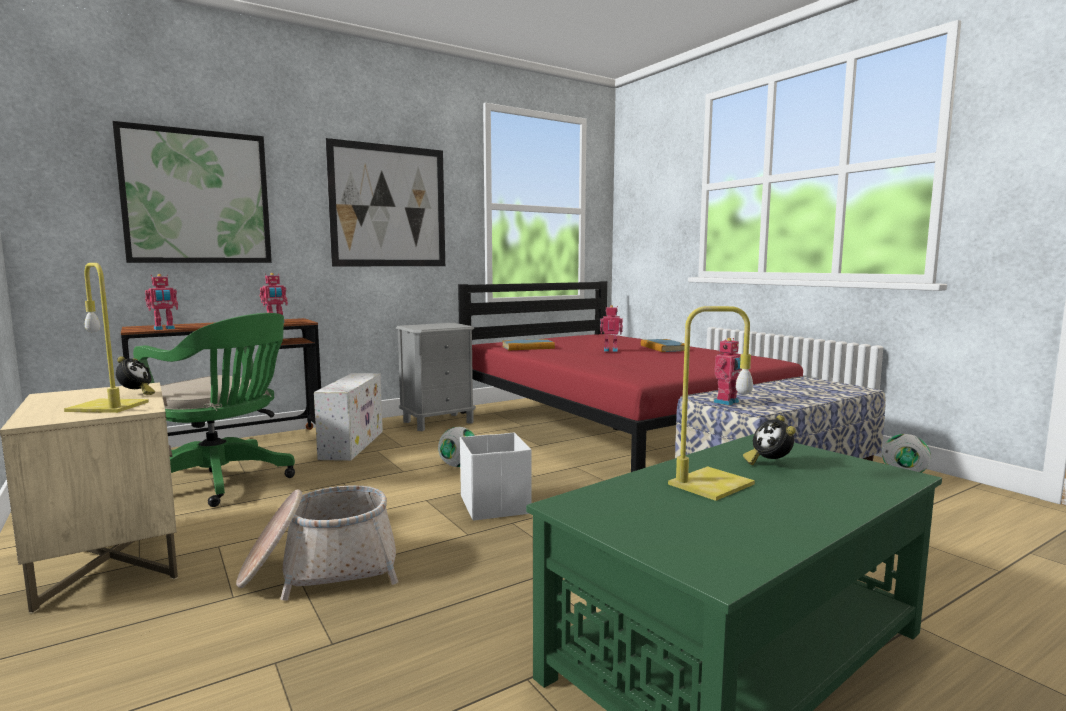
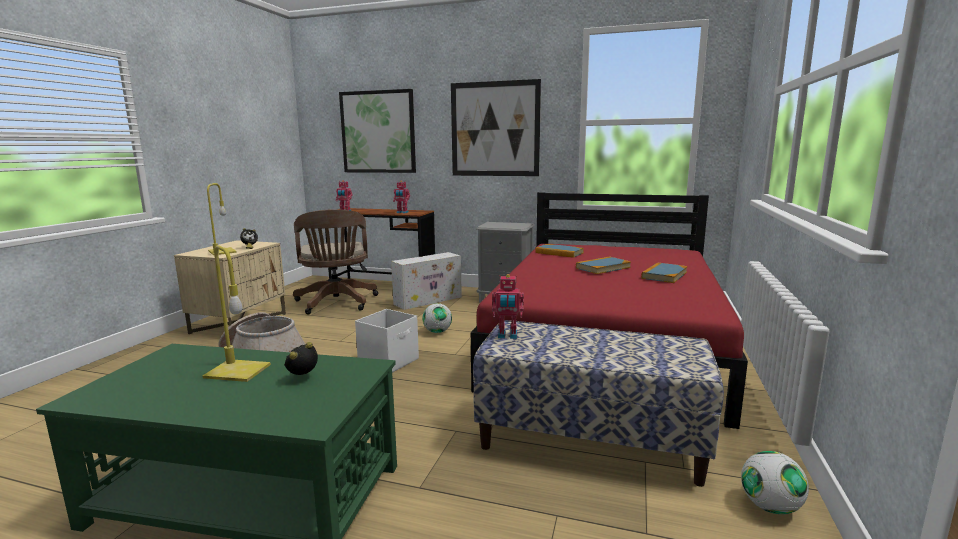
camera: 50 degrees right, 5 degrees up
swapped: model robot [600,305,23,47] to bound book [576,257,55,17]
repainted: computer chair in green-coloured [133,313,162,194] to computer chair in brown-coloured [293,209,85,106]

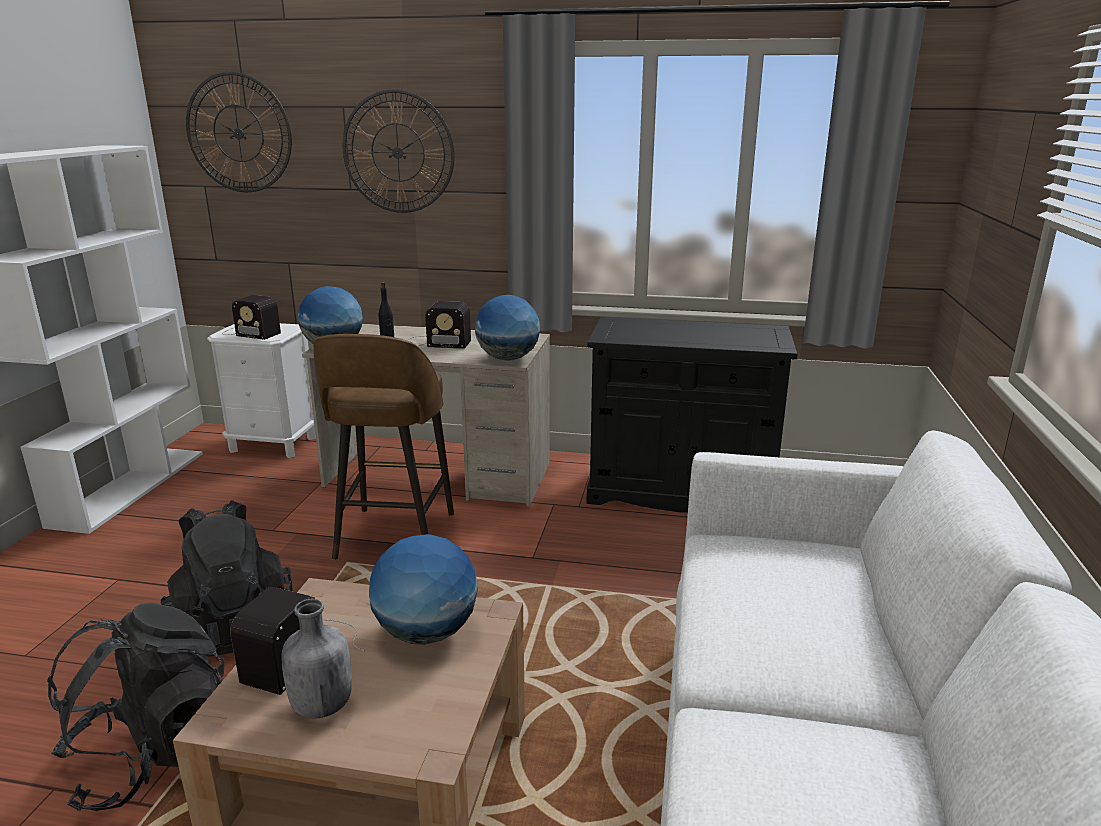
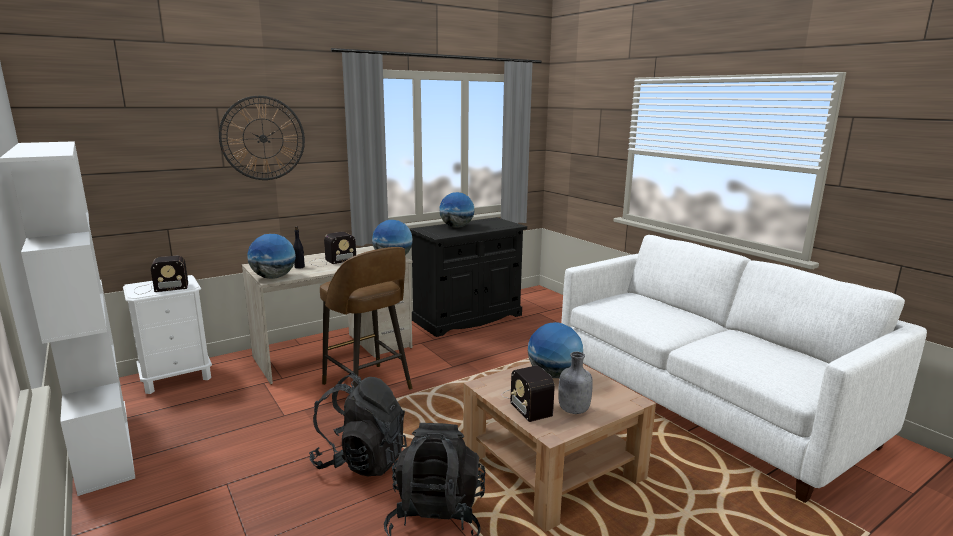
camera: 45 degrees left, 5 degrees down
gone: clock on the wall [186,72,106,120]
new: world globe [439,192,35,36]

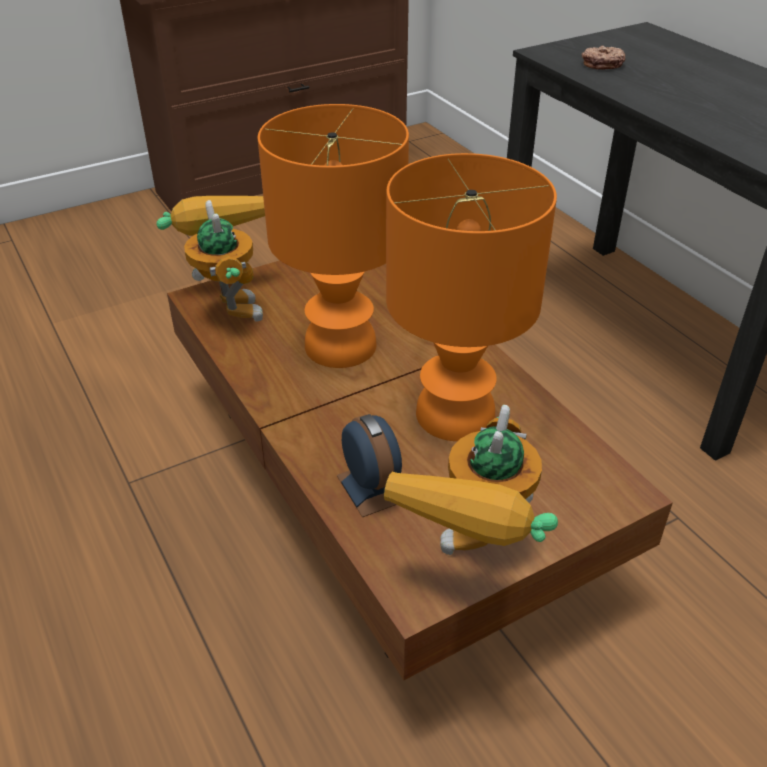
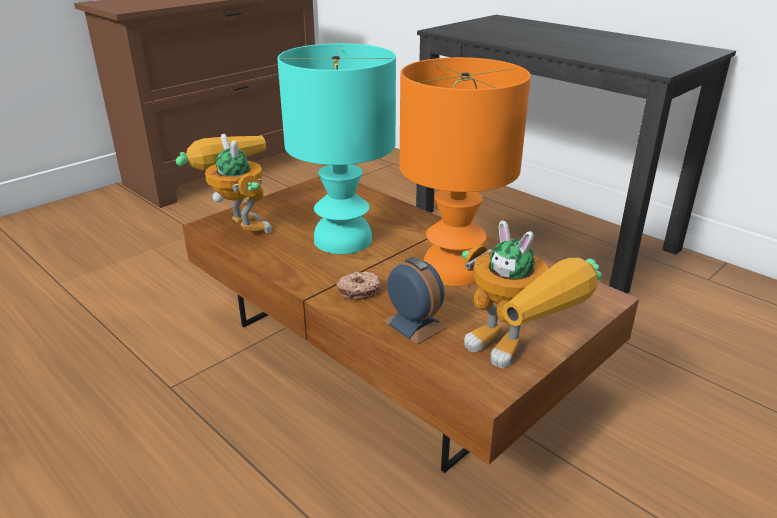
camera: 15 degrees left, 10 degrees down
shifted: doughnut [582,45,43,25] to [336,271,45,29]
repainted: lamp for a table in orangey [258,104,151,264] to lamp for a table in turquoise-coloured [277,43,119,211]
rotated: model robot [384,405,174,150] = [462,221,140,147] 45 degrees counterclockwise

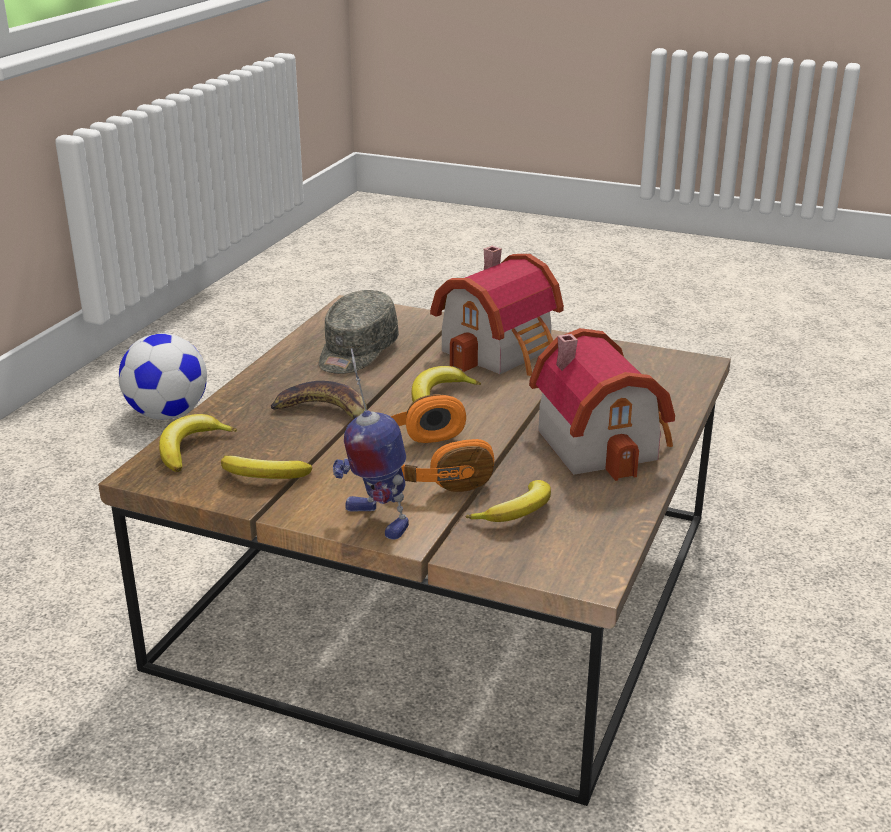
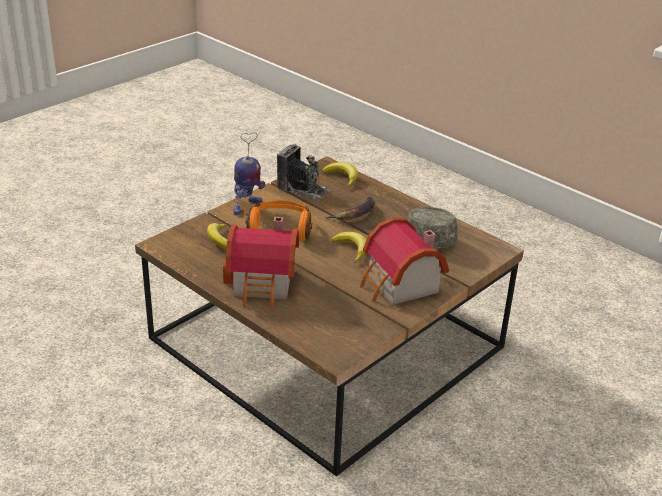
camera: 110 degrees right, 5 degrees up
gone: football ball [119,333,88,87]
swapped: whole banana [221,455,91,24] to still camera [277,144,54,57]
rotated: model robot [333,348,76,192] = [233,133,33,82] 150 degrees clockwise

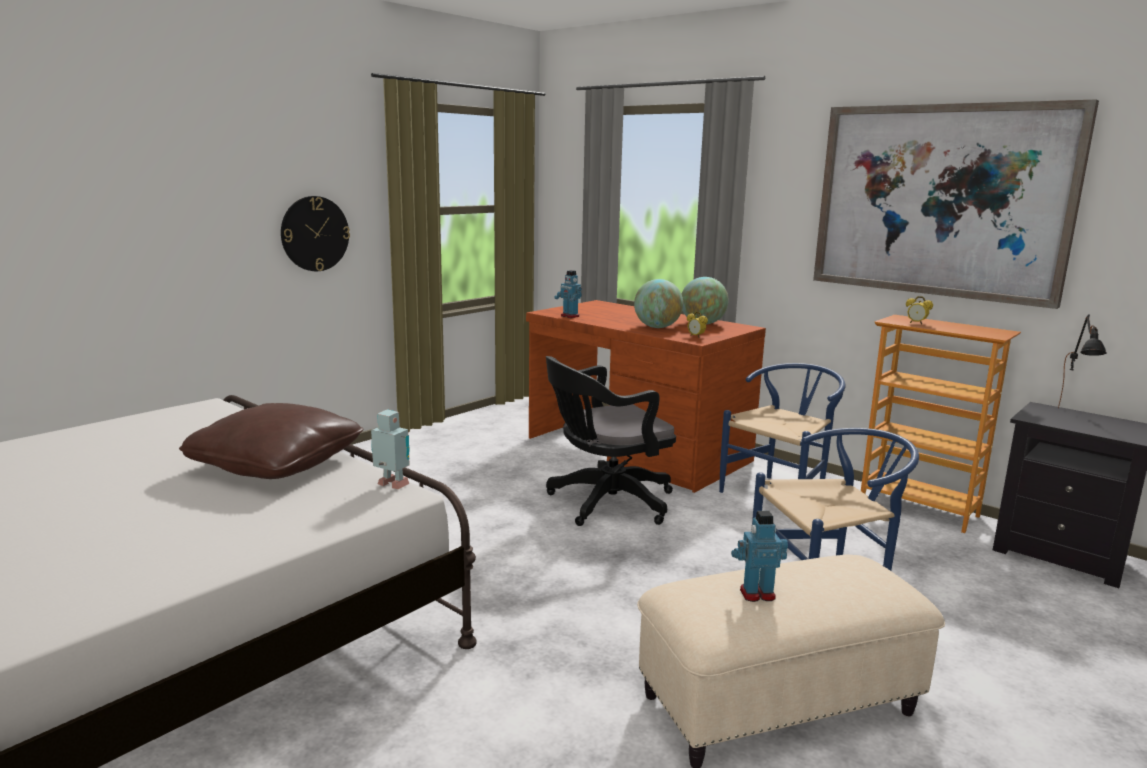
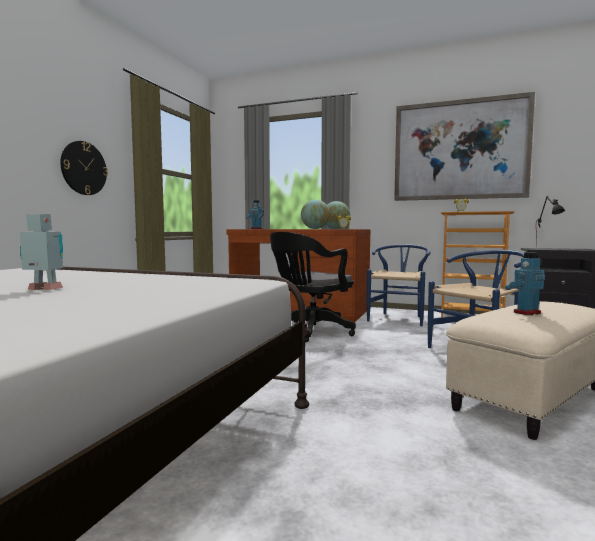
camera: 20 degrees left, 10 degrees down
gone: cushion in brown-coloured [179,403,184,76]
shifted: model robot [371,409,39,80] to [20,214,43,76]

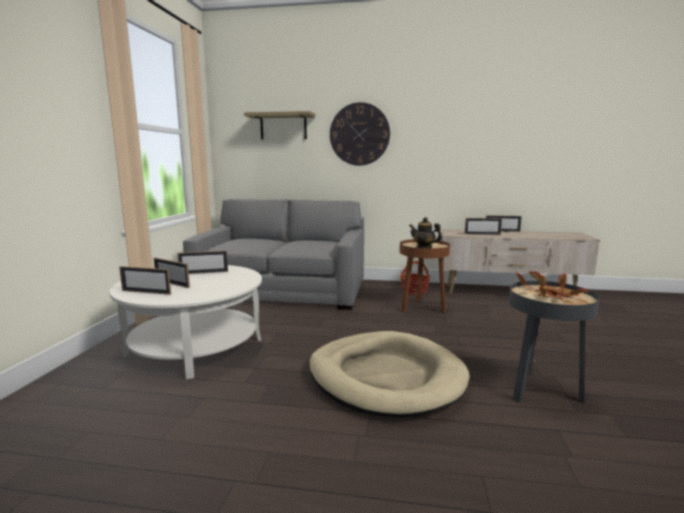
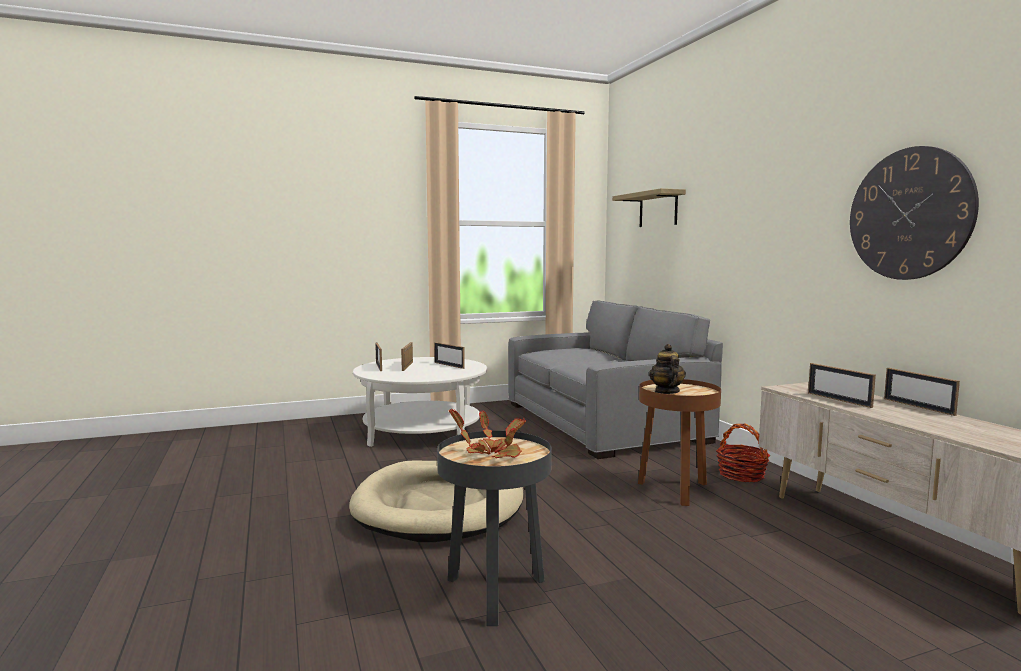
camera: 60 degrees right, 5 degrees down
shifted: clock on the wall [330,102,60,64] to [850,146,129,134]

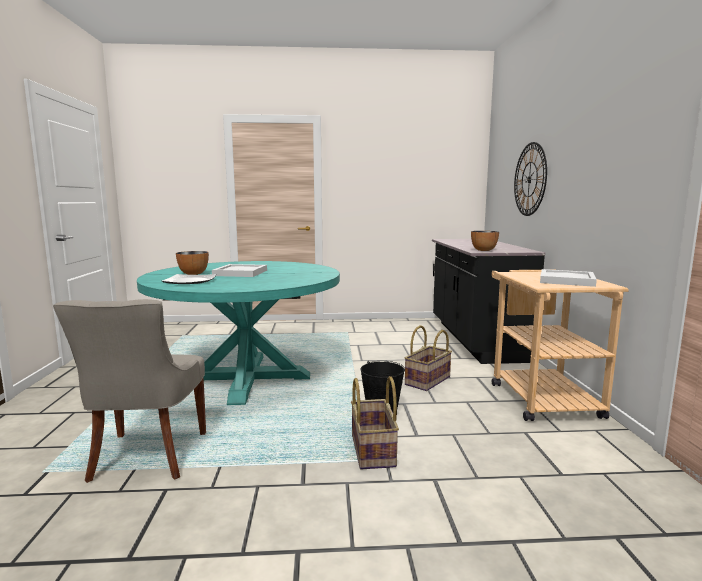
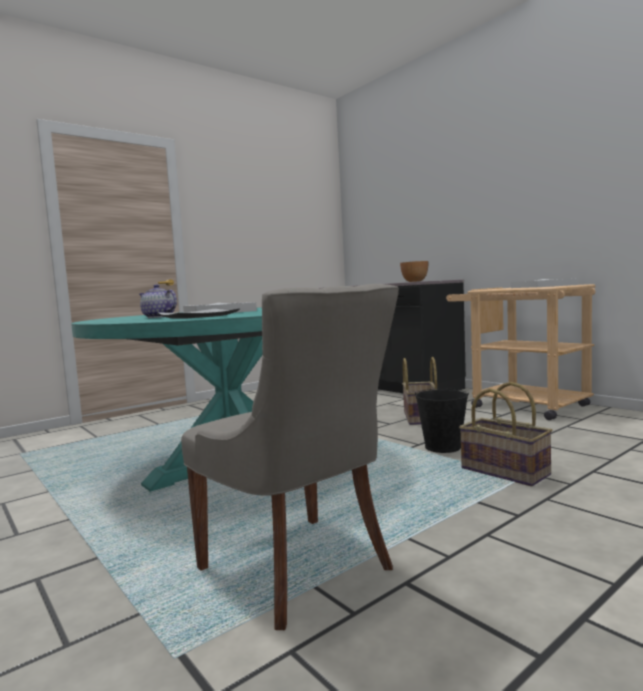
camera: 35 degrees left, 5 degrees down
gone: clock on the wall [514,142,33,74]
swapped: bowl [176,251,33,24] to teapot [139,284,38,34]

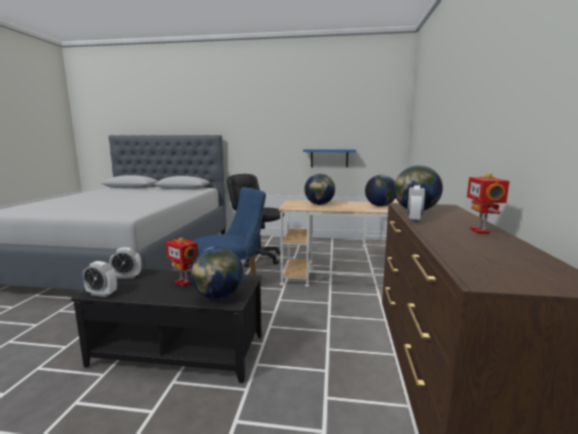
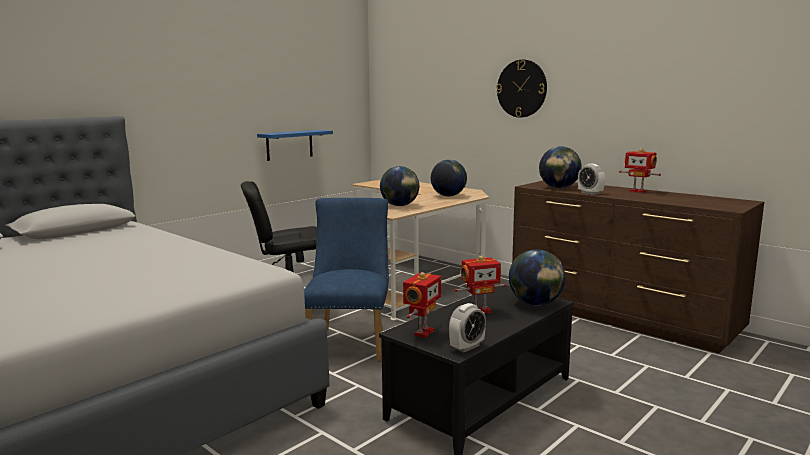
camera: 55 degrees left, 0 degrees up
new: clock on the wall [496,60,51,58]
swapped: table clock [109,247,32,32] to model robot [403,272,38,66]

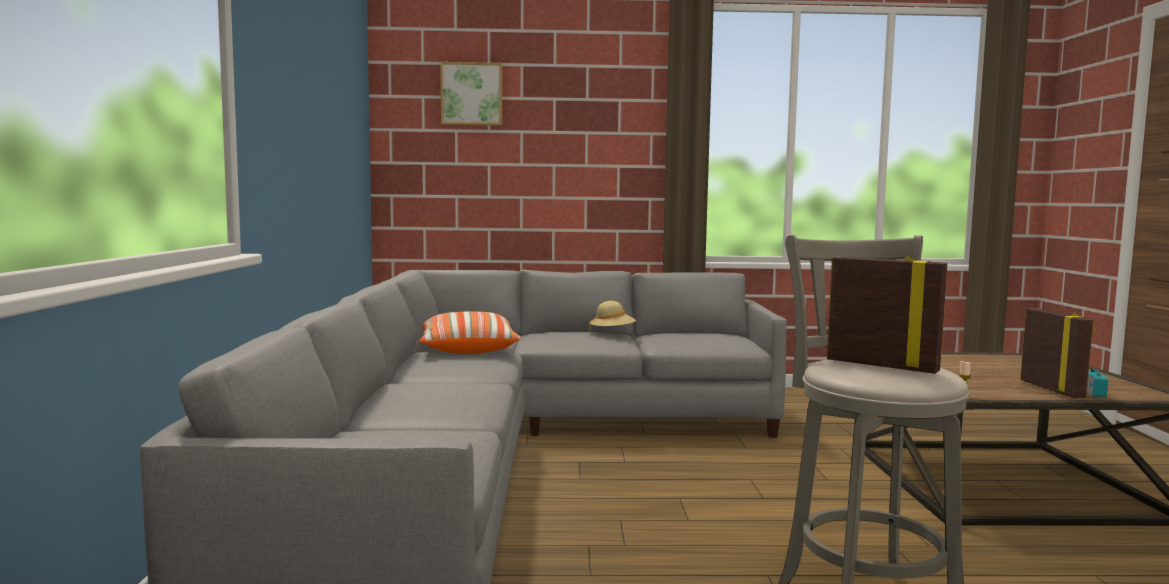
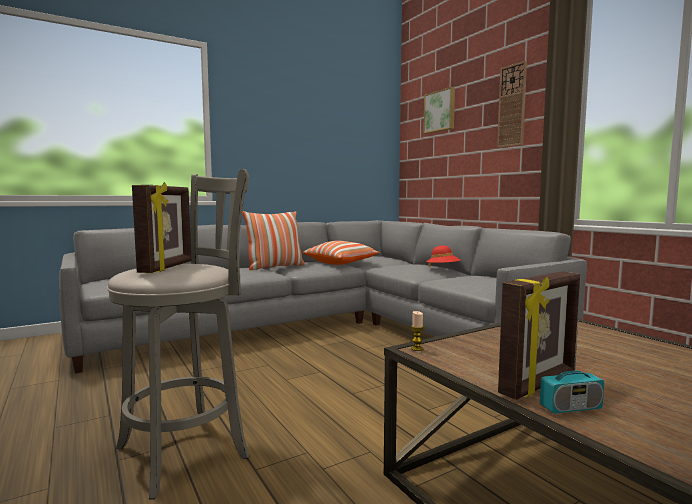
camera: 60 degrees right, 0 degrees up
new: cushion [242,211,63,59]; clock on the wall [497,60,30,88]
repainted: wearable hat in beige [589,301,47,32] to wearable hat in red-coloured [426,246,35,21]

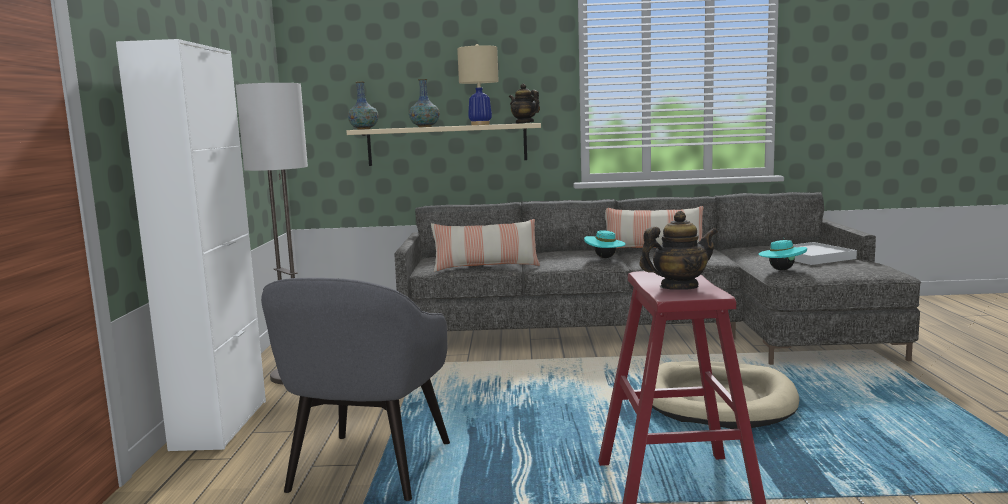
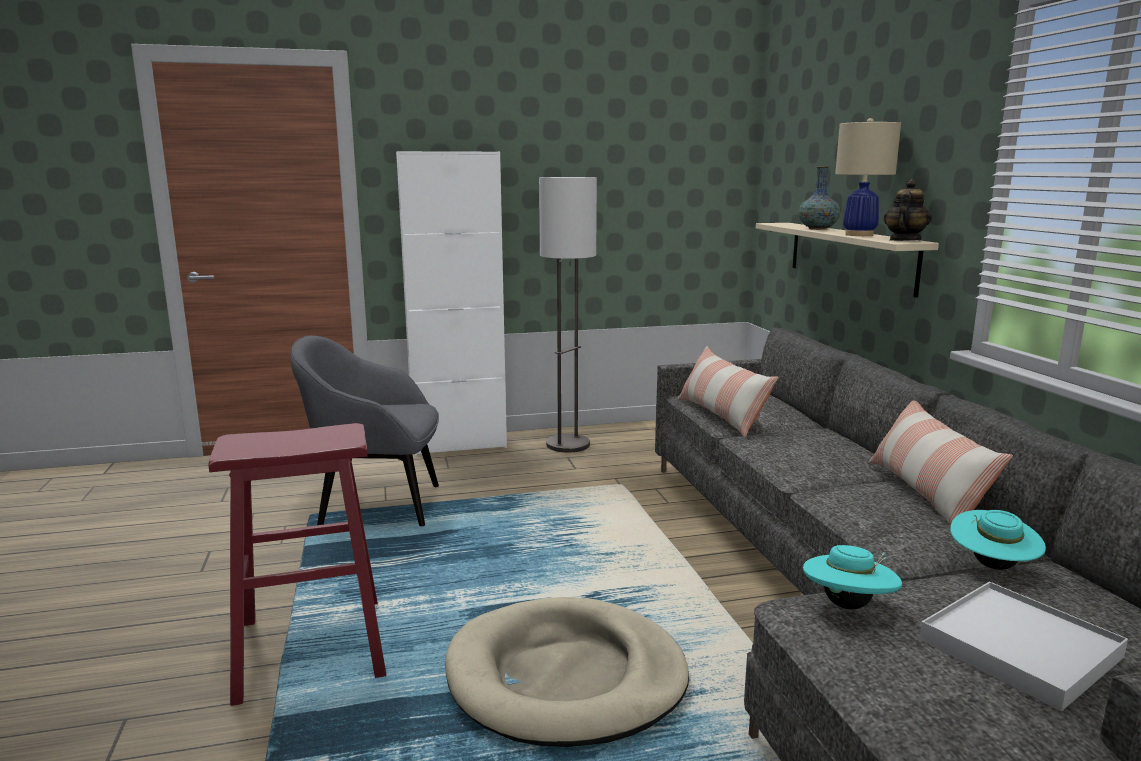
camera: 75 degrees right, 5 degrees up
gone: vase [348,82,31,47]; teapot [639,211,79,79]
shifted: wearable hat in turquoise-coloured [584,230,42,28] to [950,510,96,60]

